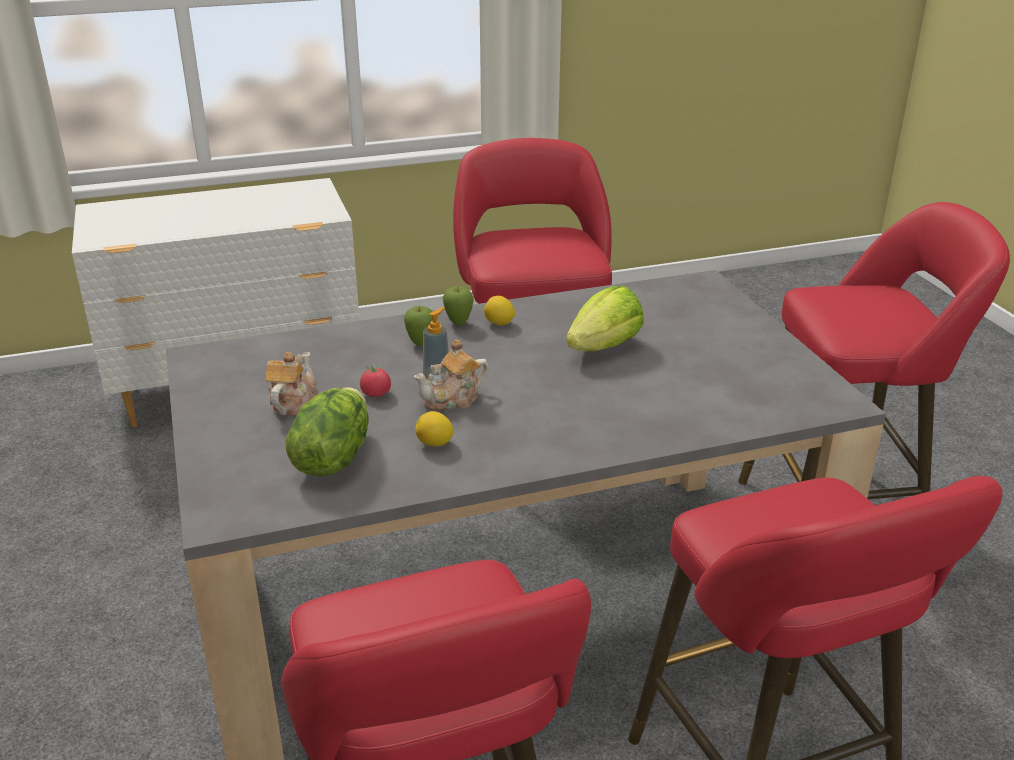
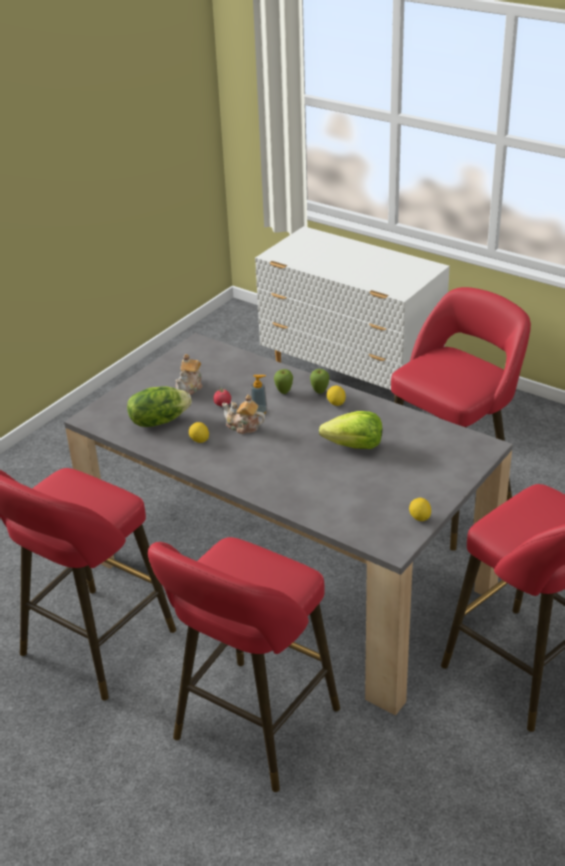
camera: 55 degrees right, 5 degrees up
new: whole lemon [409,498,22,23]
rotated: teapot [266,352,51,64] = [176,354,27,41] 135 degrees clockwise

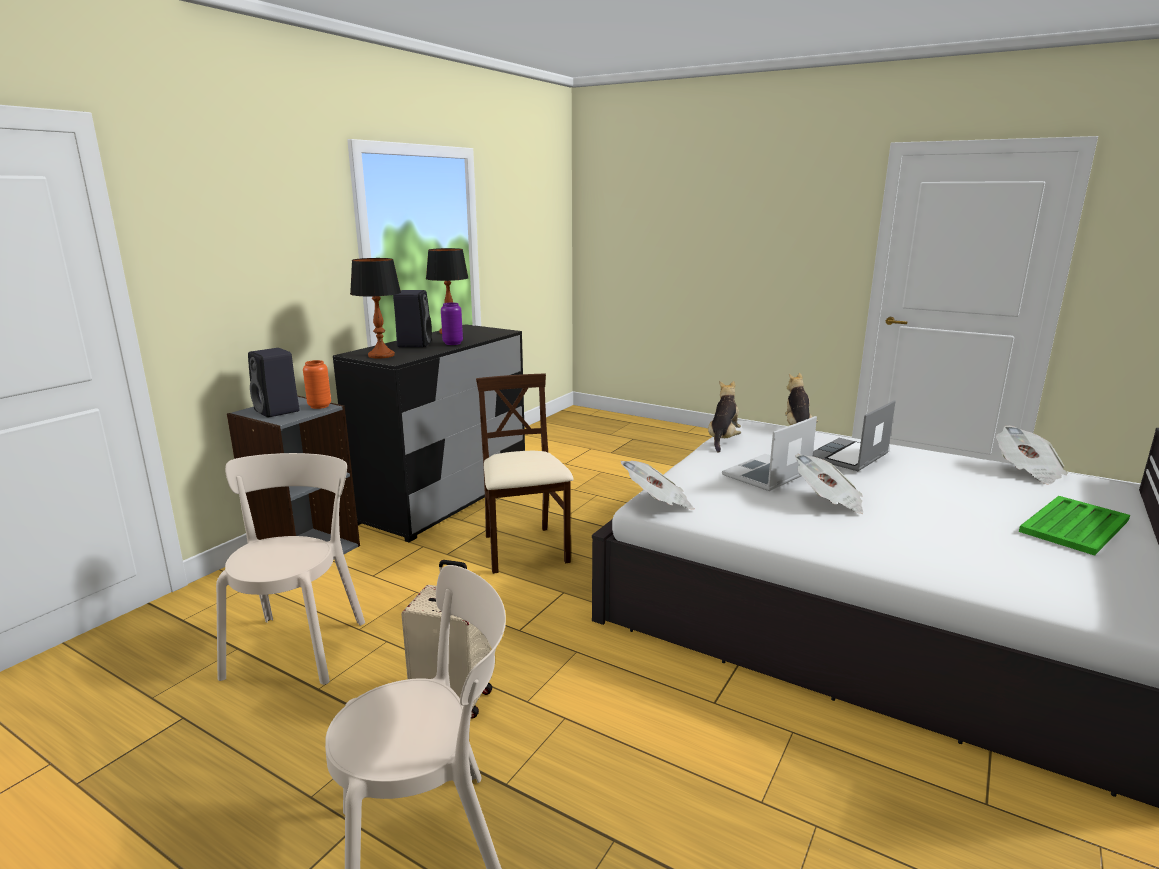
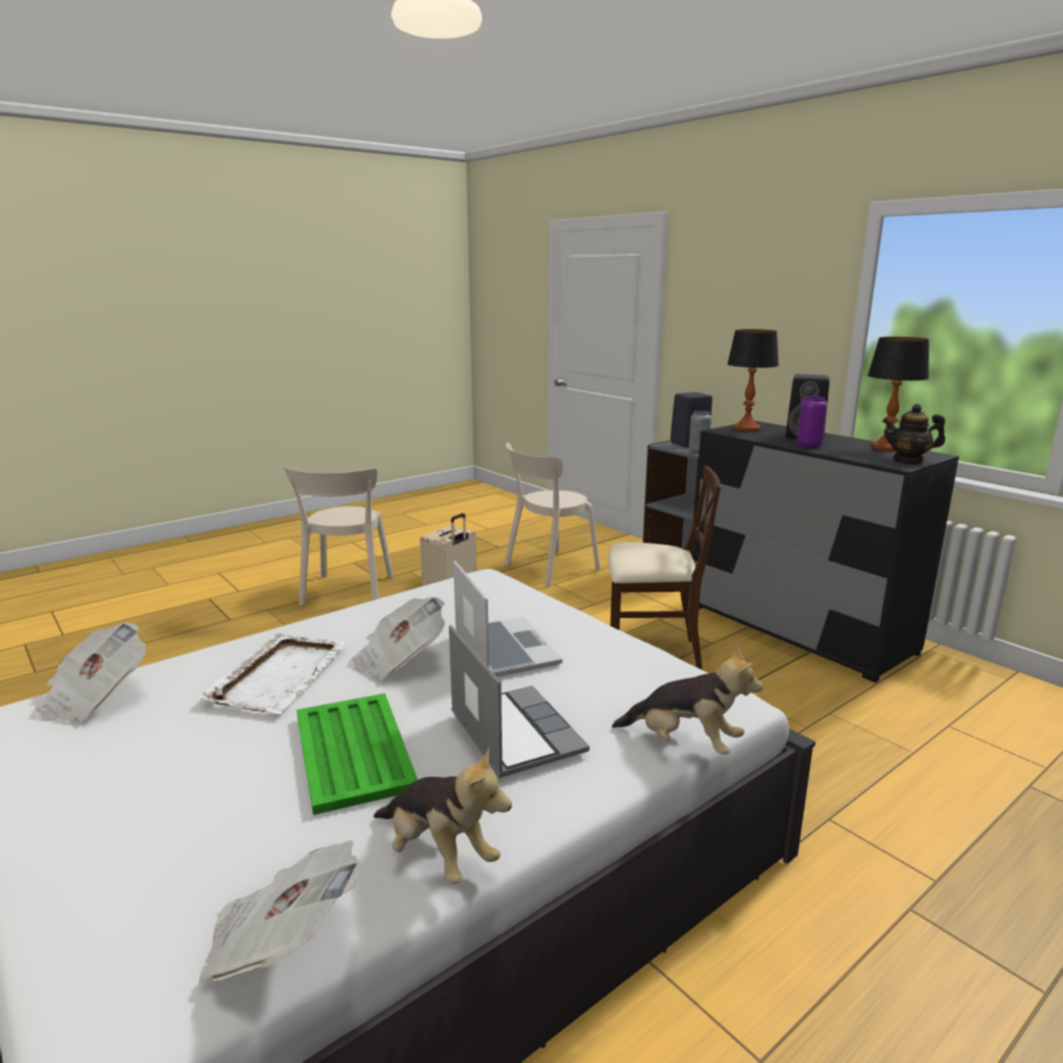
camera: 110 degrees right, 0 degrees up
new: carrying tray in whitish [197,633,150,81]; teapot [882,404,63,60]
shifted: daily paper [621,461,73,49] to [31,622,115,99]; cuddly toy [708,381,33,72] to [374,747,138,137]; carrying tray in green-coloured [1019,496,111,60] to [297,693,121,122]
repainted: vase in orangey [303,360,28,49] to vase in gray [689,411,23,42]
rotated: plain chair in beige [216,453,149,232] = [504,443,96,144] 120 degrees clockwise

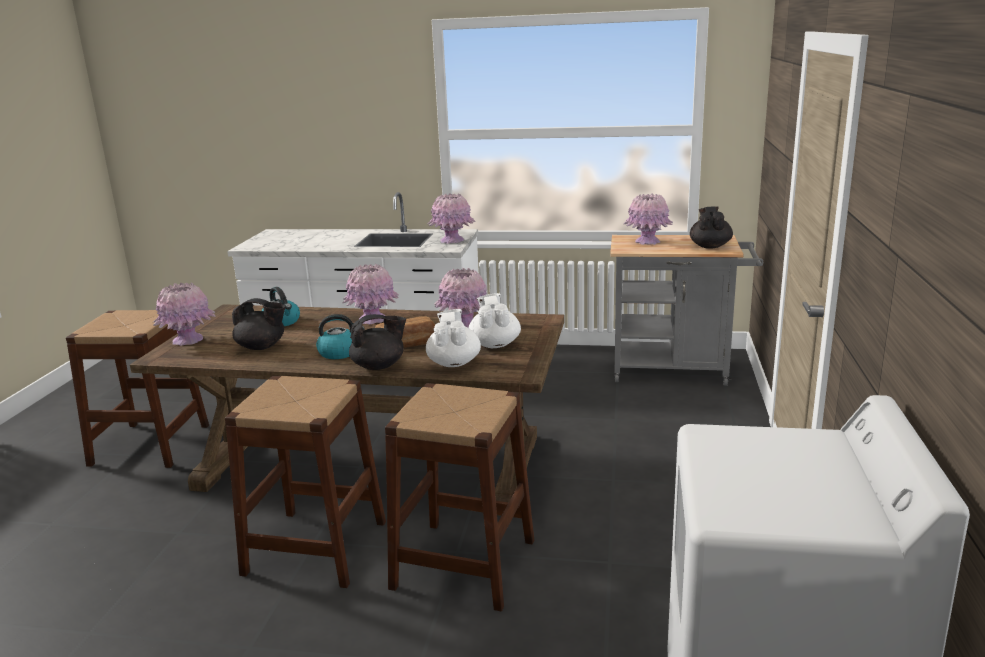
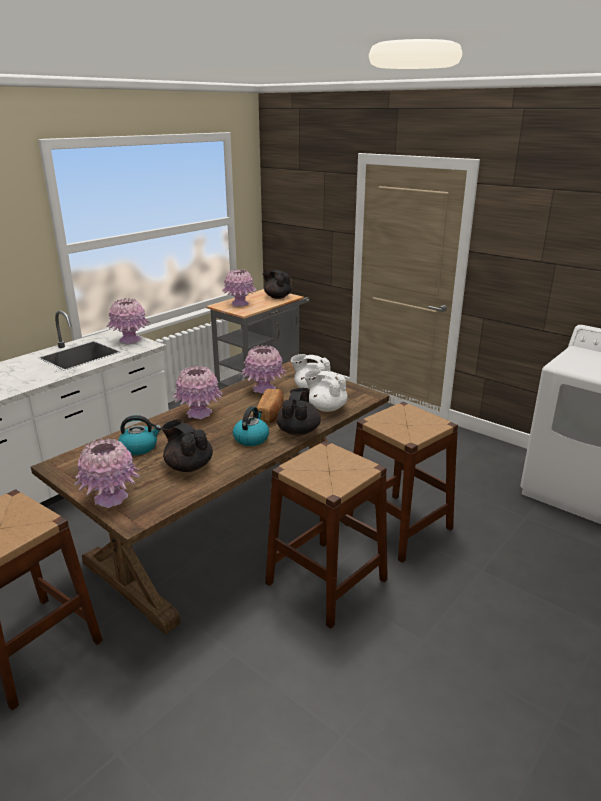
camera: 60 degrees left, 5 degrees up
rotated: teapot in black-coloured [232,298,54,52] = [162,419,51,53] 90 degrees counterclockwise

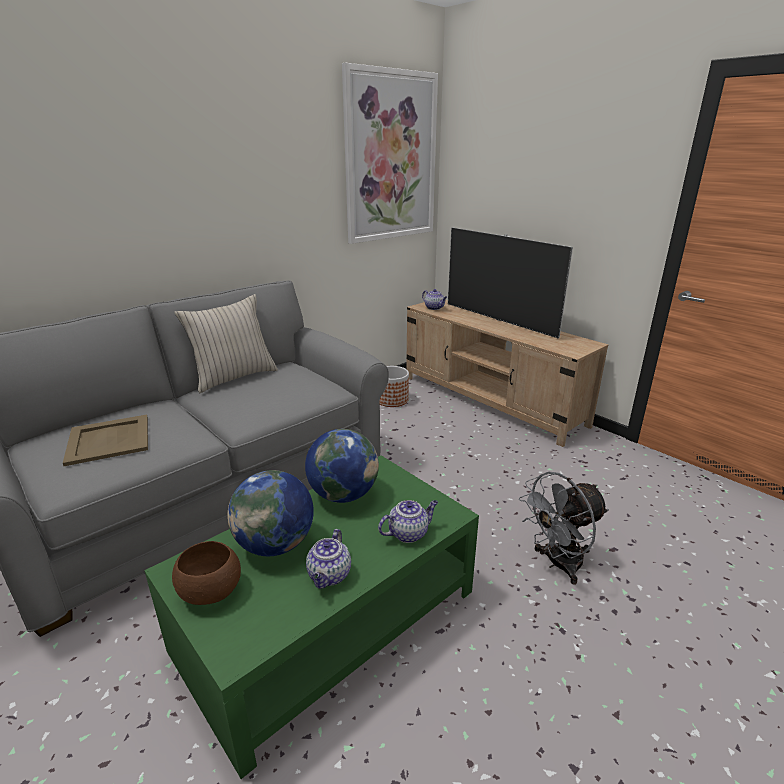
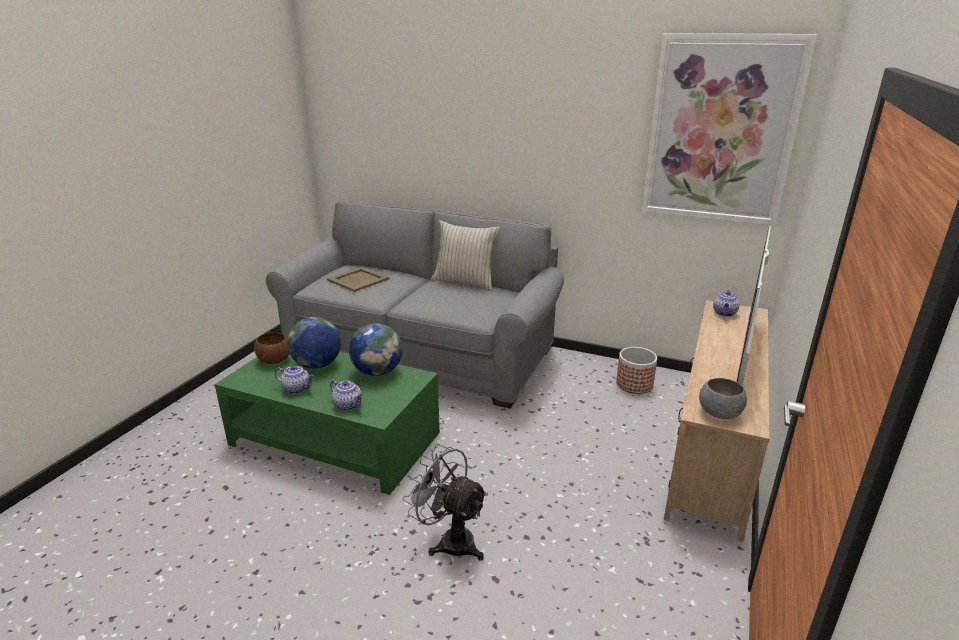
camera: 65 degrees right, 0 degrees up
new: bowl in gray [699,378,48,41]
rotated: teapot [306,529,45,60] = [275,365,40,29] 150 degrees counterclockwise

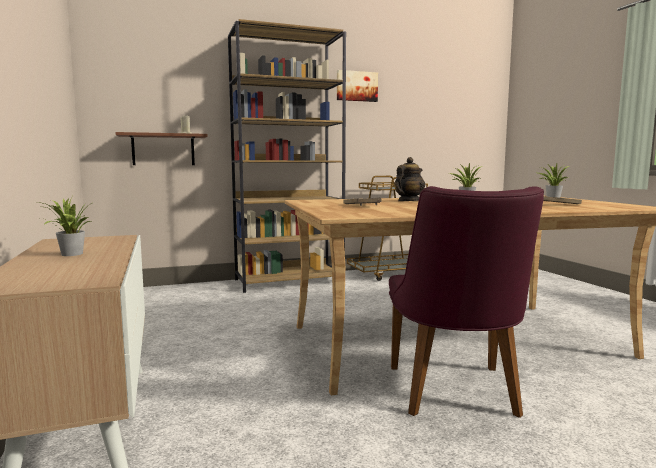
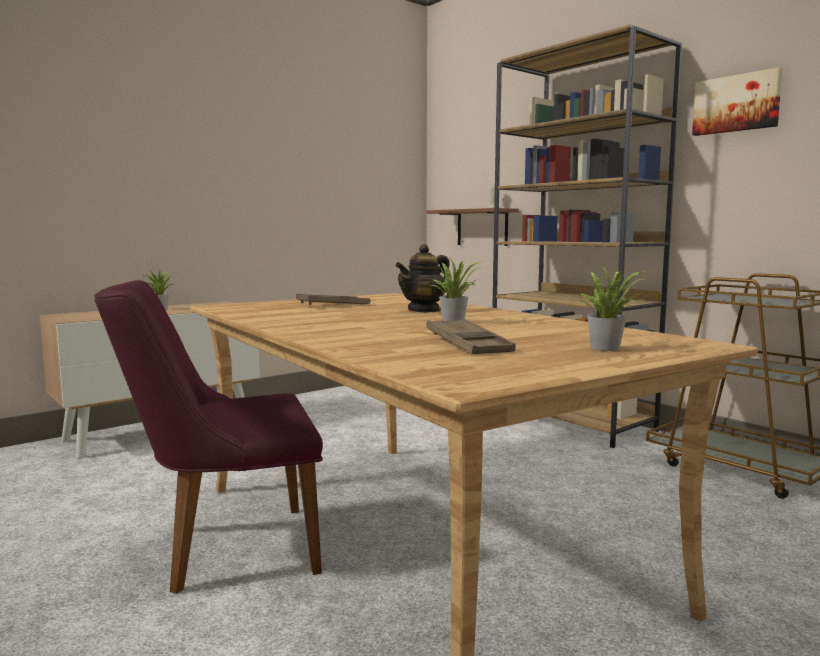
camera: 70 degrees right, 0 degrees up
rotated: teapot [394,157,31,44] = [395,244,55,69] 120 degrees clockwise

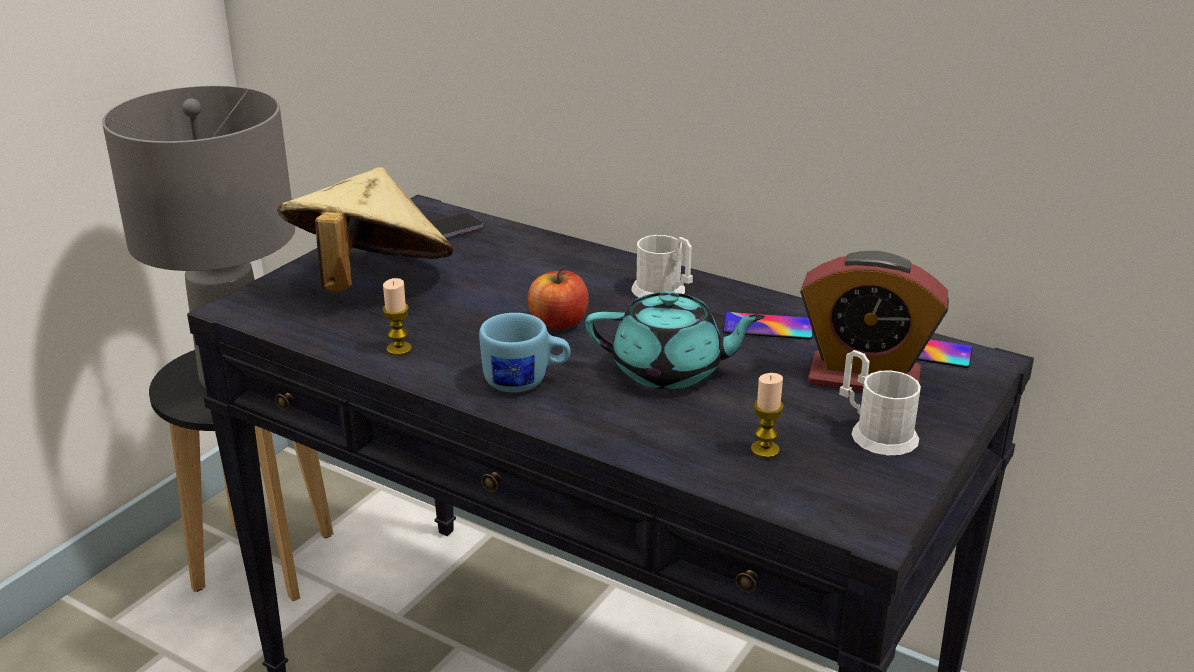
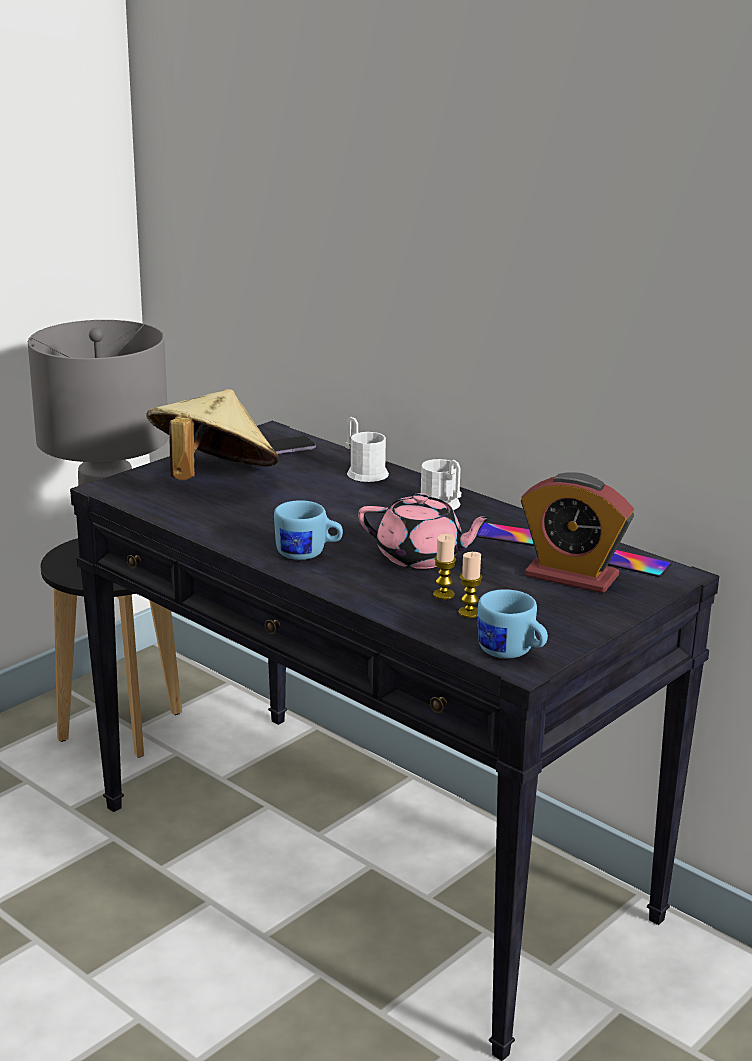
camera: 10 degrees right, 5 degrees down
gone: apple [528,267,61,63]
new: coffee mug in bluish [478,589,70,69]
shifted: candle [382,278,30,78] to [433,534,23,66]; coffee mug in whitish [839,350,82,105] to [345,417,44,65]
repainted: teapot in turquoise-coloured [585,291,180,98] to teapot in pink [358,493,135,76]

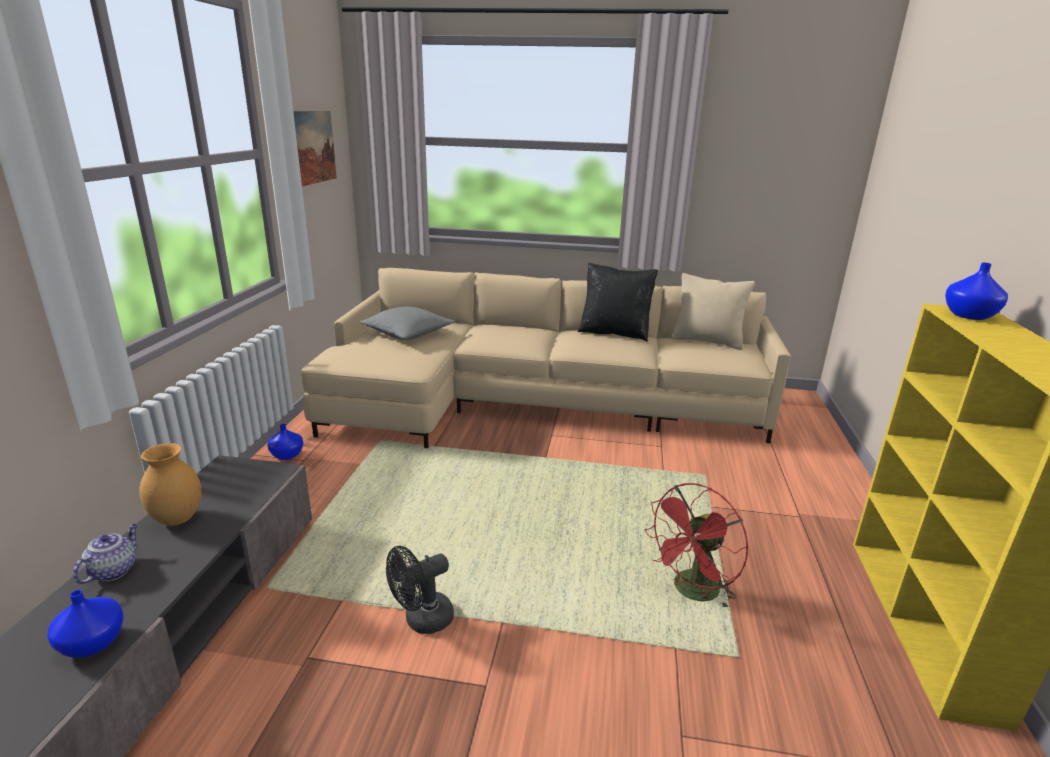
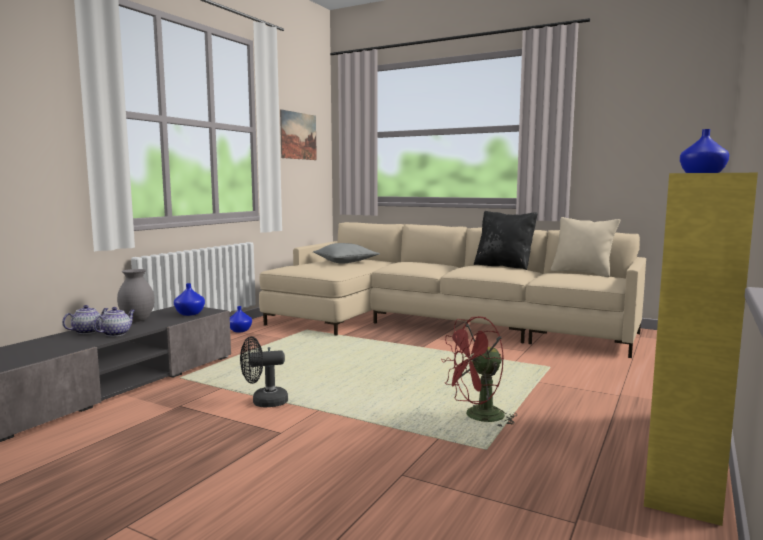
camera: 20 degrees right, 15 degrees down
new: teapot [93,307,42,30]
shifted: vase in bluish [47,590,77,68] to [174,283,31,33]
repainted: vase in brown-coloured [139,443,62,83] to vase in gray [117,269,38,53]

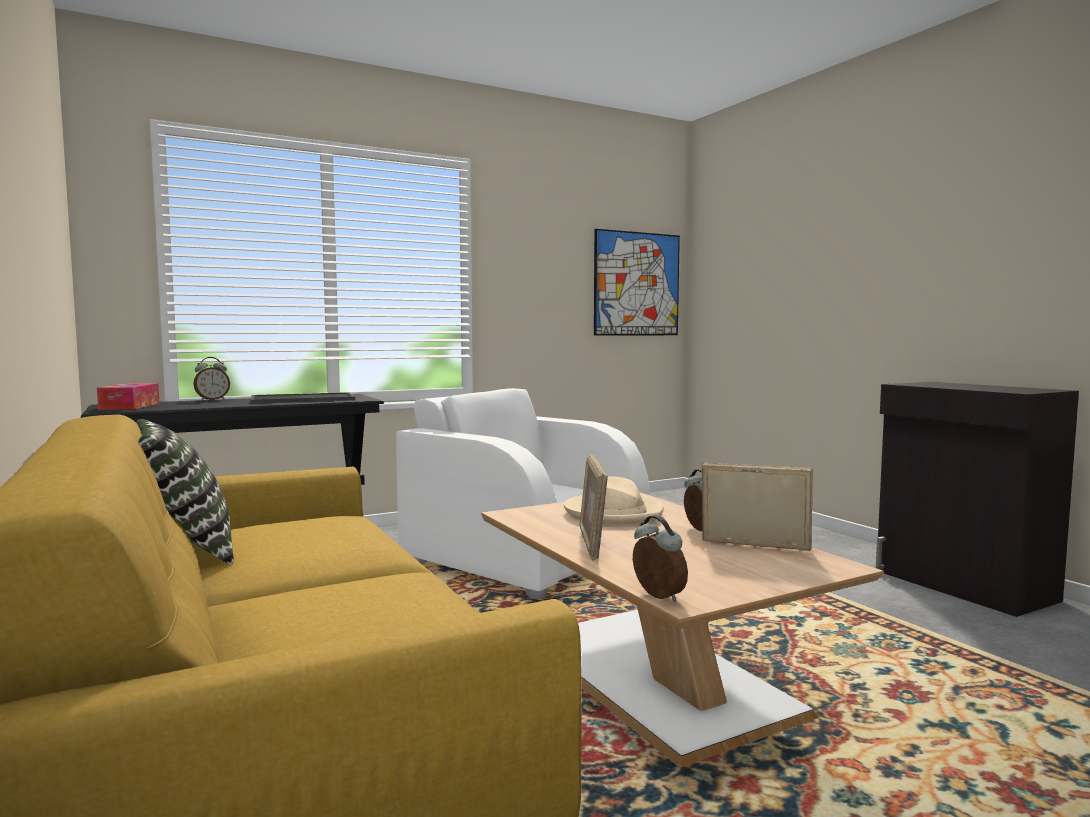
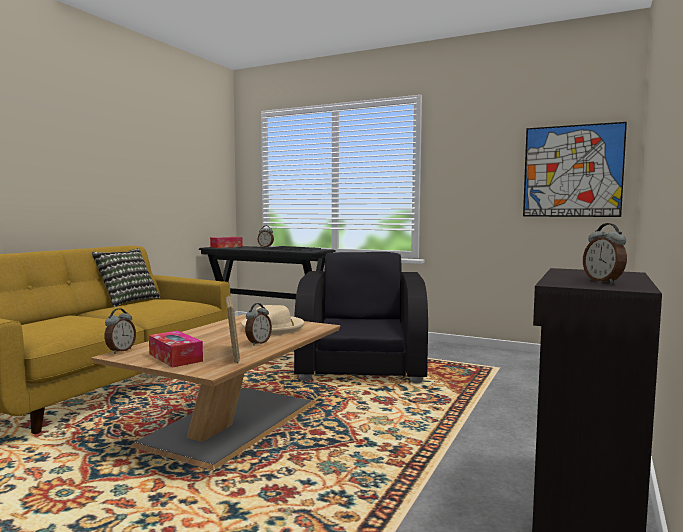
camera: 55 degrees right, 0 degrees up
gone: picture frame [579,454,29,107]
new: tissue box [149,331,54,37]; table clock [583,223,44,61]
repainted: lounge chair in whitish [396,388,253,211] to lounge chair in black-coloured [294,252,134,132]

